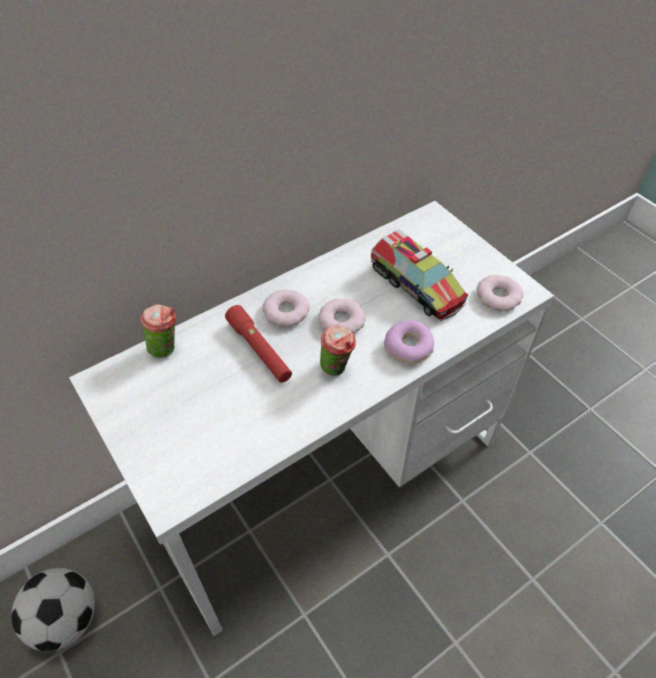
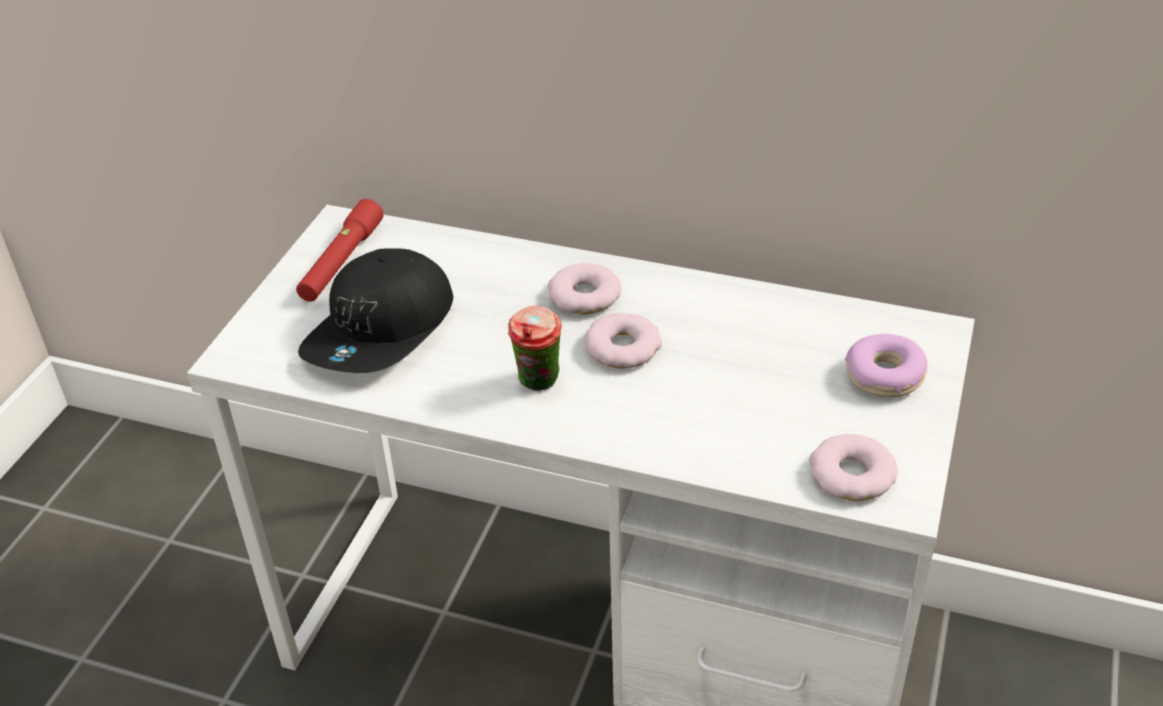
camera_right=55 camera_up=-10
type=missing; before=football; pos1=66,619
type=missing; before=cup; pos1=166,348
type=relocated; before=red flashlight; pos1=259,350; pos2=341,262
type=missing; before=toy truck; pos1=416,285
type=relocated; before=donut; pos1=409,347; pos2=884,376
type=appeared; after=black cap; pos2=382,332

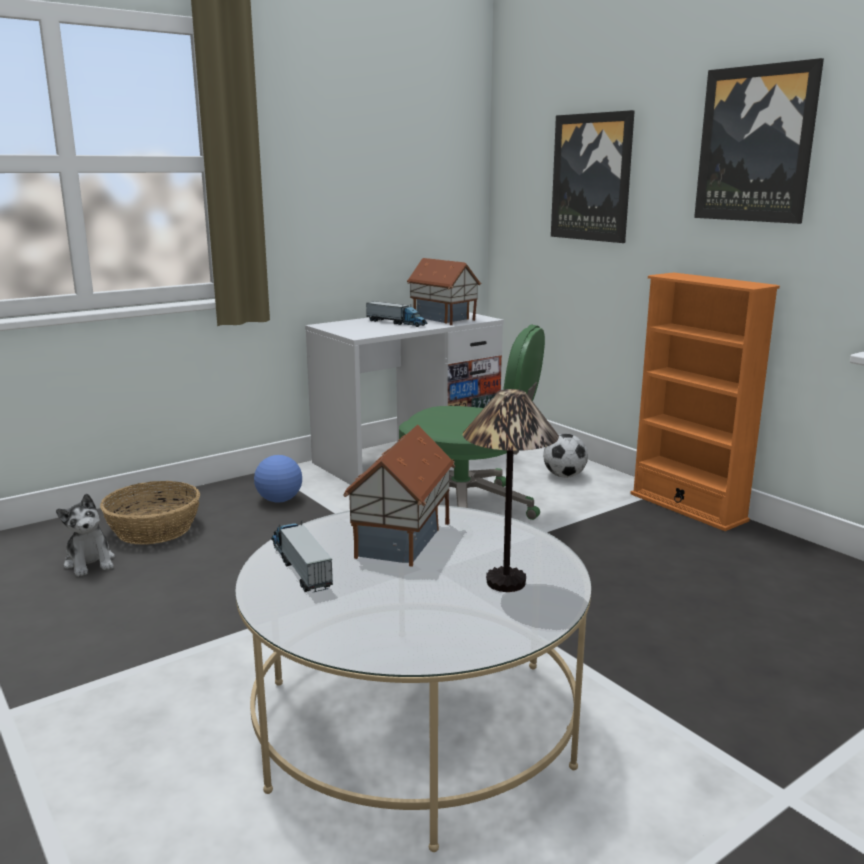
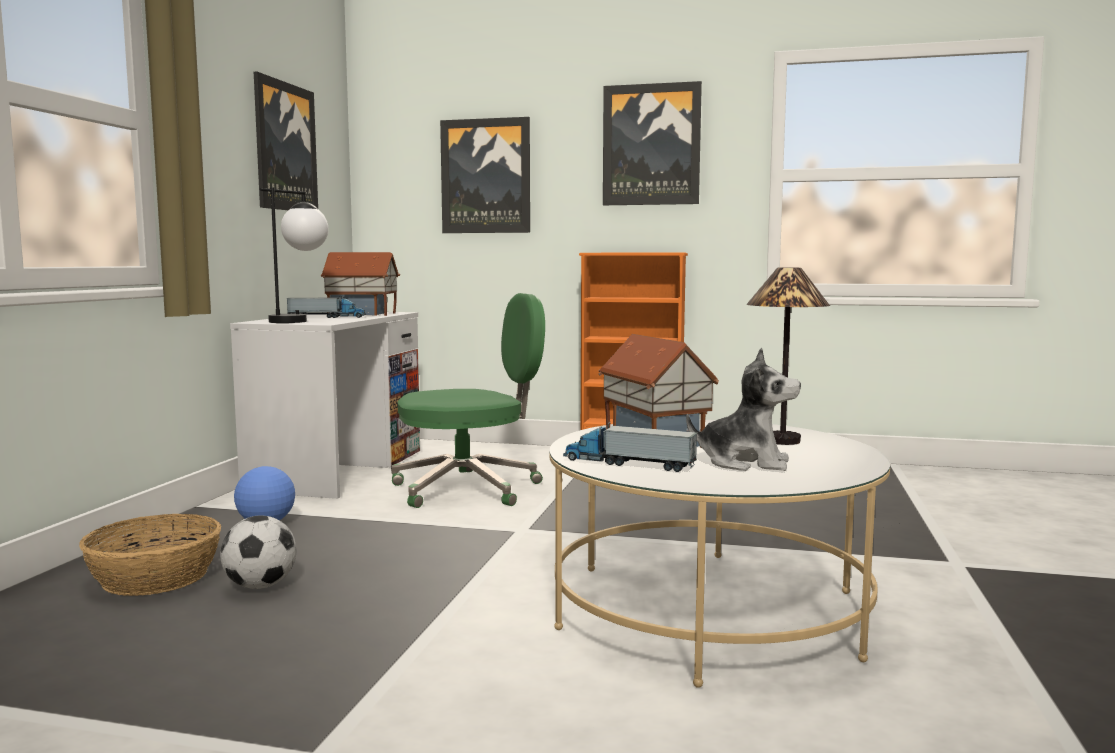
camera_right=-40 camera_up=-10
type=relocated; before=plush toy; pos1=90,562; pos2=745,463
type=relocated; before=football; pos1=564,476; pos2=260,586
type=appeared; after=picture; pos2=284,147
type=appeared; after=table lamp; pos2=300,320

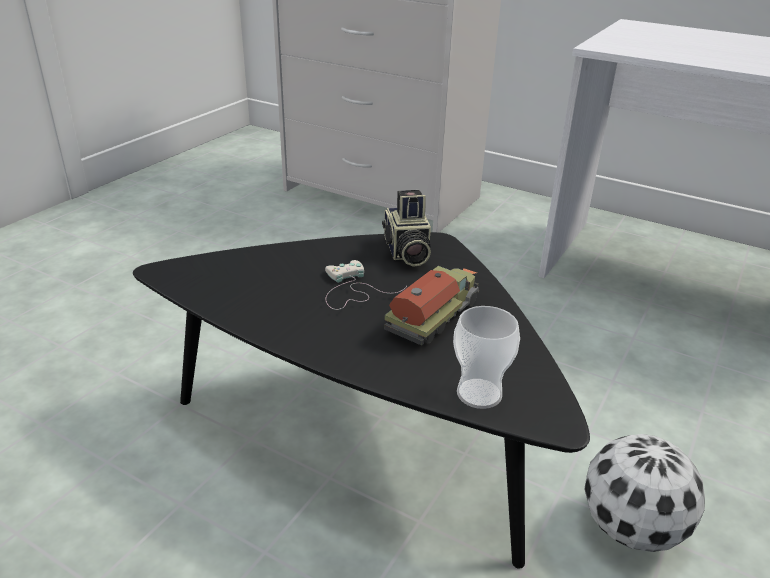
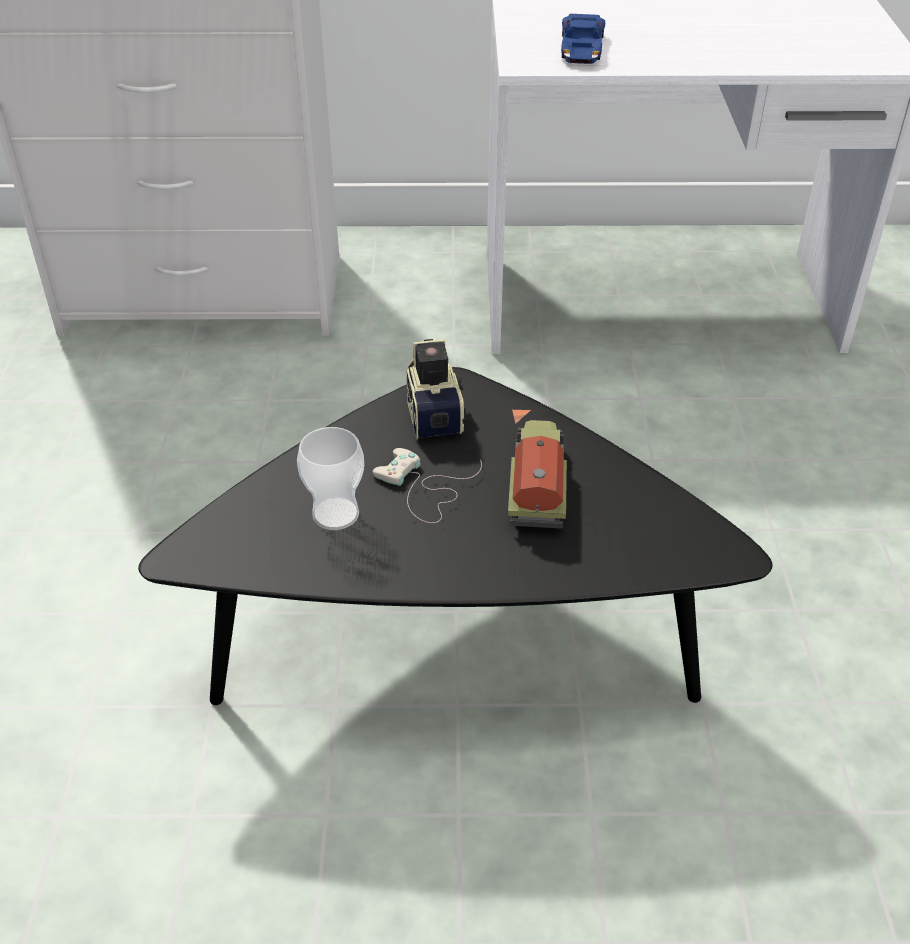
camera_right=-30 camera_up=10
type=spun; before=photo camera; pos1=406,252; pos2=434,412; turn=-150
type=relocated; before=cup; pos1=479,393; pos2=335,514
type=missing; before=football; pos1=632,530
type=appeared; after=blue toy car; pos2=581,48

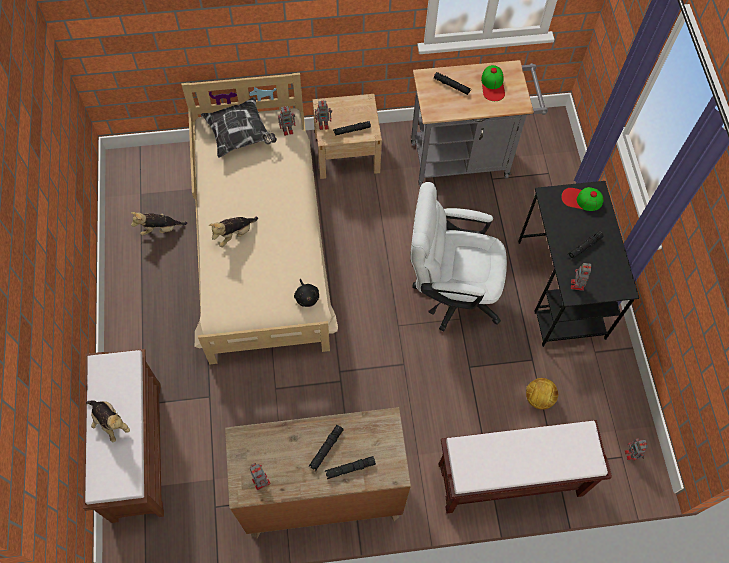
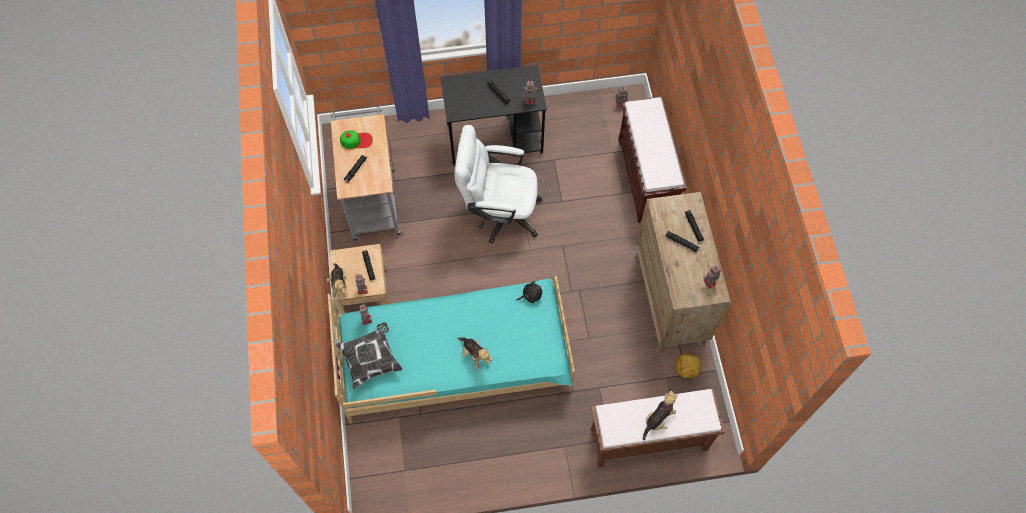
camera_right=-90 camera_up=0
type=relocated; before=plush toy; pos1=160,229; pos2=339,284
type=colour; before=beige bed; after=turquoise bed; pos1=262,242; pos2=456,358
type=spun; before=white office chair; pos1=450,291; pos2=499,213; turn=90
type=relocated; before=football; pos1=538,398; pos2=686,370
type=missing; before=cap; pos1=581,199

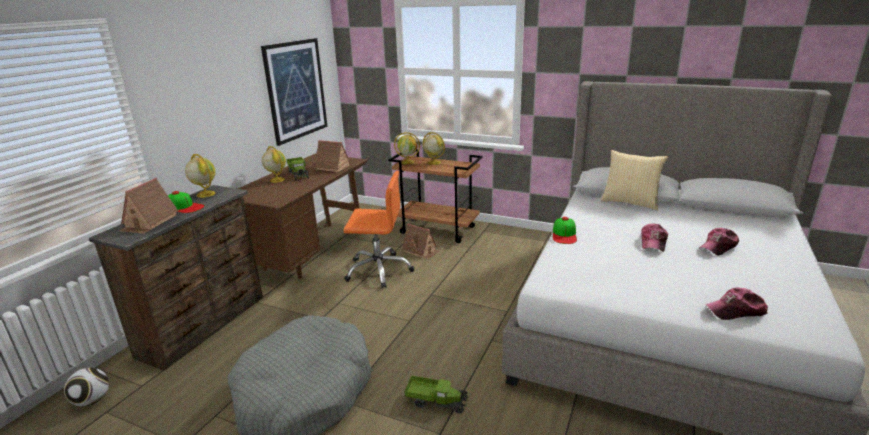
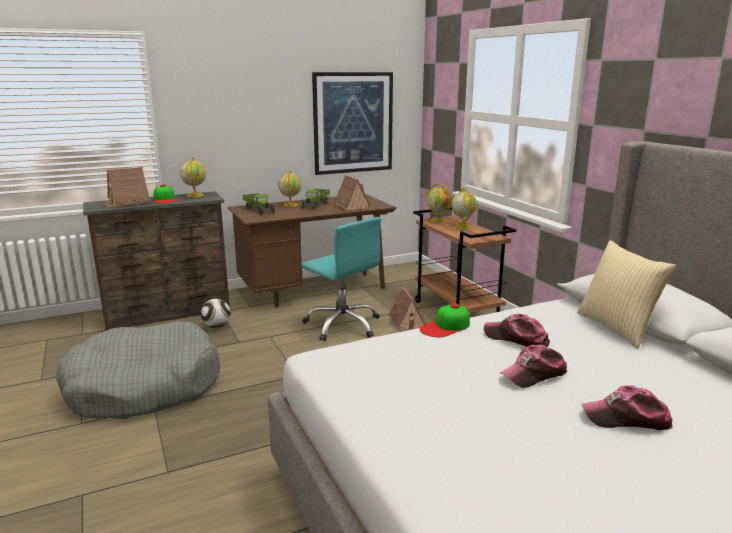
camera_right=40 camera_up=-5
type=relocated; before=football; pos1=92,400; pos2=217,326
type=colour; before=orange office chair; after=turquoise office chair; pos1=379,270; pos2=343,325
type=relocated; before=toy truck; pos1=436,401; pos2=259,210
type=relocated; before=cap; pos1=736,311; pos2=516,339

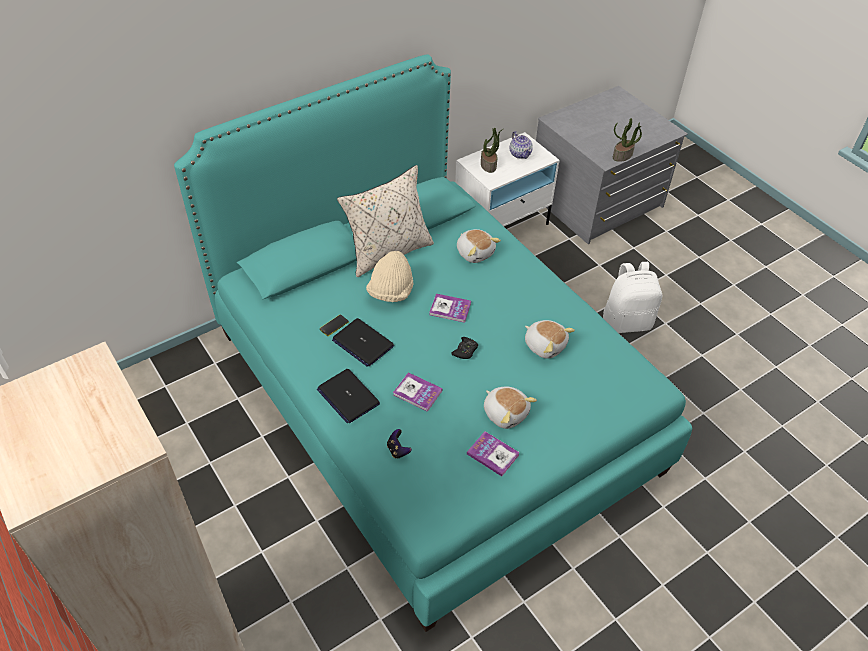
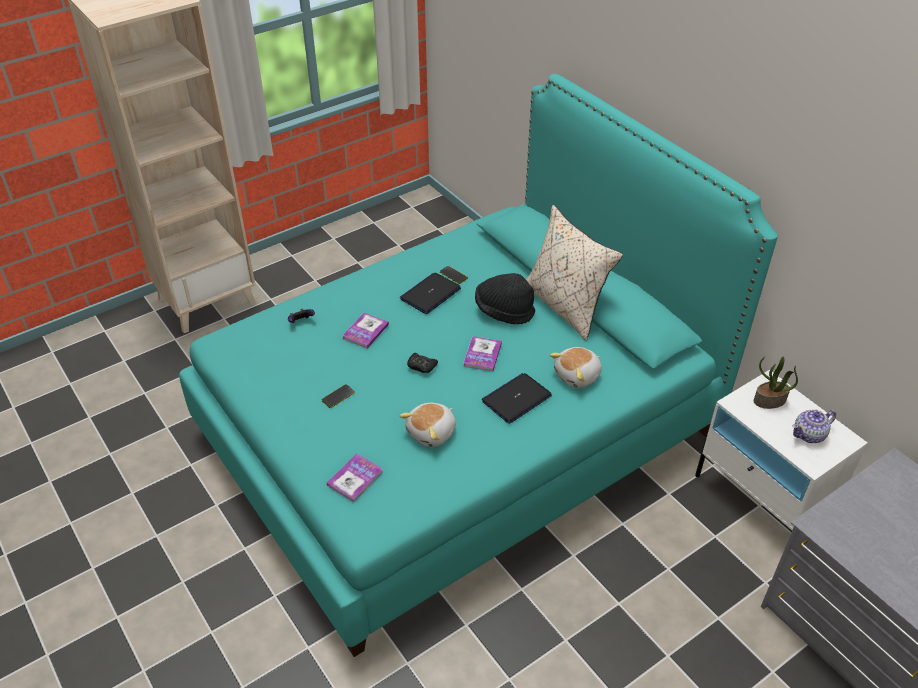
camera_right=90 camera_up=-5
type=relocated; before=laptop; pos1=348,396; pos2=516,399
type=colour; before=beige hat; after=black hat; pos1=391,292; pos2=504,311
type=relocated; before=book; pos1=493,454; pos2=355,478
type=exchanged; before=plush toy; after=phone; pos1=505,413; pos2=338,396
type=missing; before=white backpack; pos1=627,321
type=missing; before=potted plant; pos1=622,156

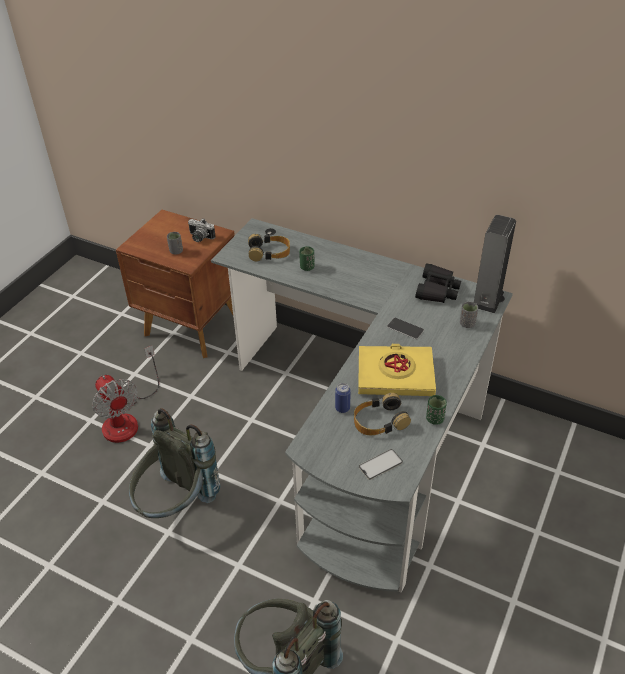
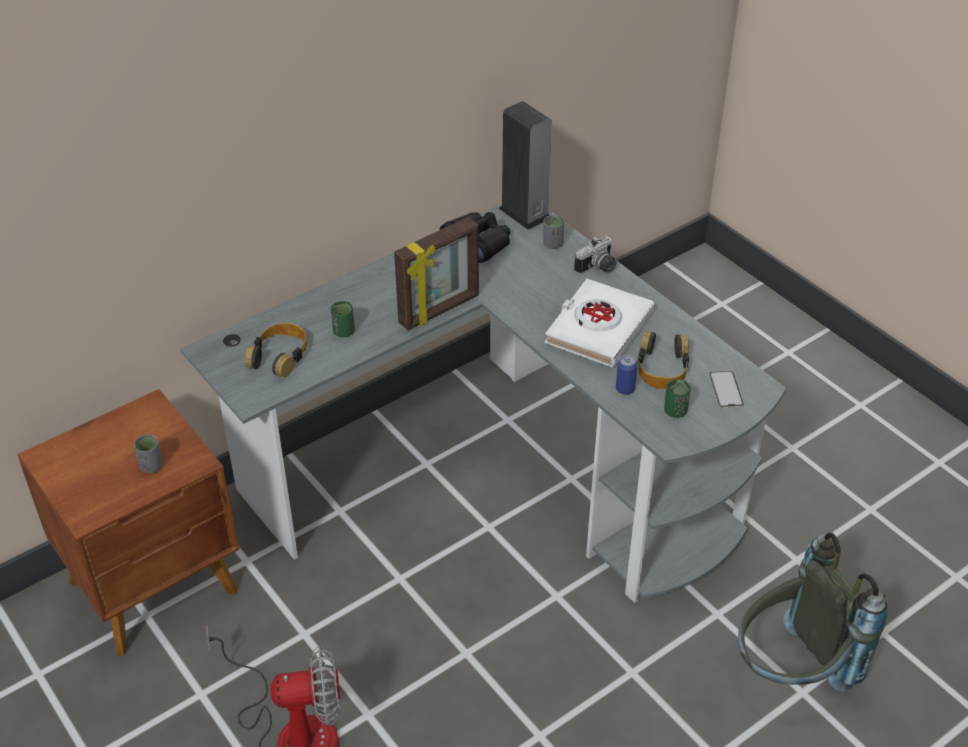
camera_right=-65 camera_up=0
type=missing; before=grey backpack; pos1=176,505
type=relocated; before=photo camera; pos1=199,238; pos2=598,268
type=colour; before=yellow book; after=white book; pos1=395,375; pos2=598,328
type=missing; before=phone; pos1=405,328
type=relocated; before=green cup; pos1=434,419; pos2=675,411
type=appeared; after=picture frame; pos2=440,310

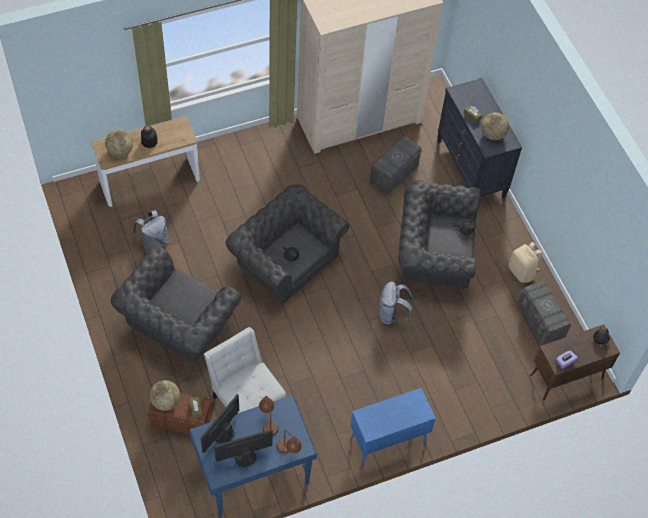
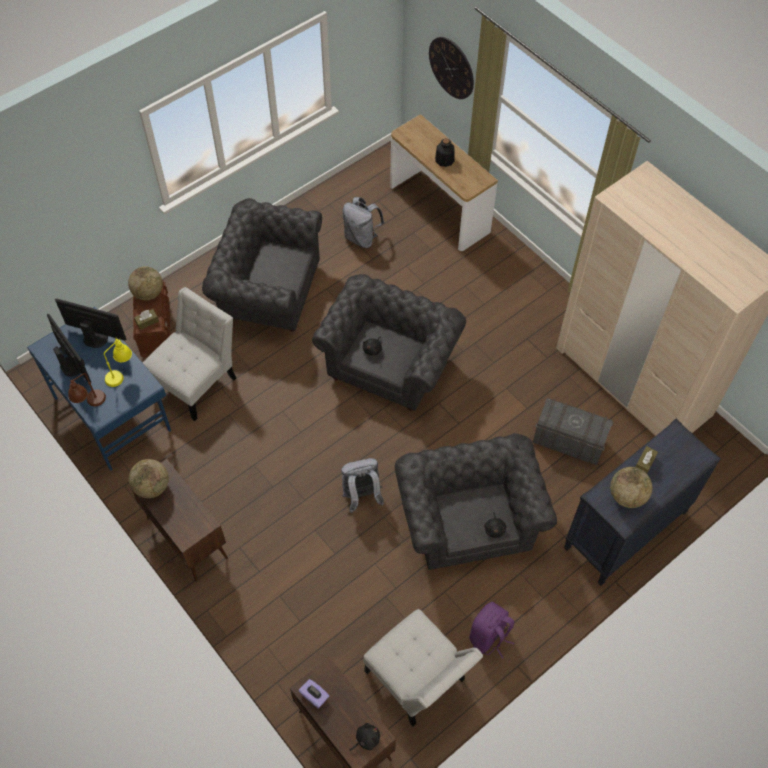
camera_right=75 camera_up=0
type=relocated; before=globe; pos1=120,151; pos2=152,487
type=colour; before=brown table lamp; after=yellow table lamp; pos1=268,422; pos2=121,374
type=colour; before=blue cabinet; after=brown cabinet; pos1=387,441; pos2=186,537
type=colour; before=beige backpack; after=purple backpack; pos1=522,272; pos2=489,637
type=exchanged; before=grey storage box; after=white chair; pos1=540,322; pos2=418,680
type=appeared; after=wall clock; pos2=451,68

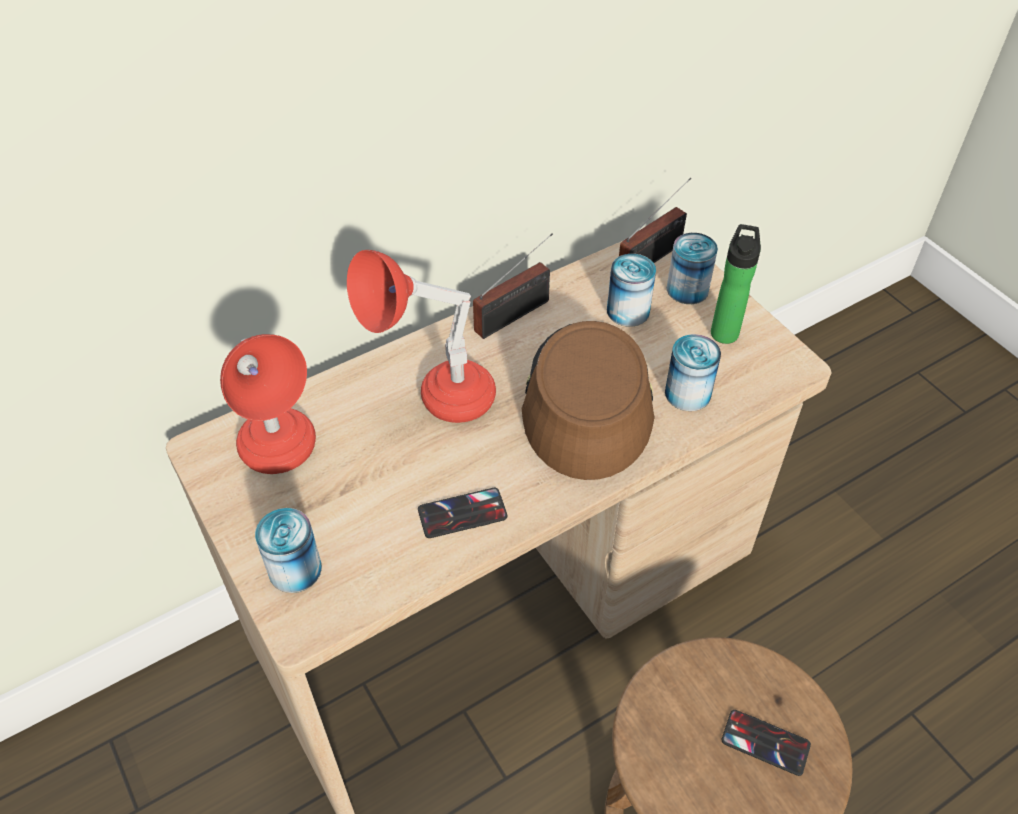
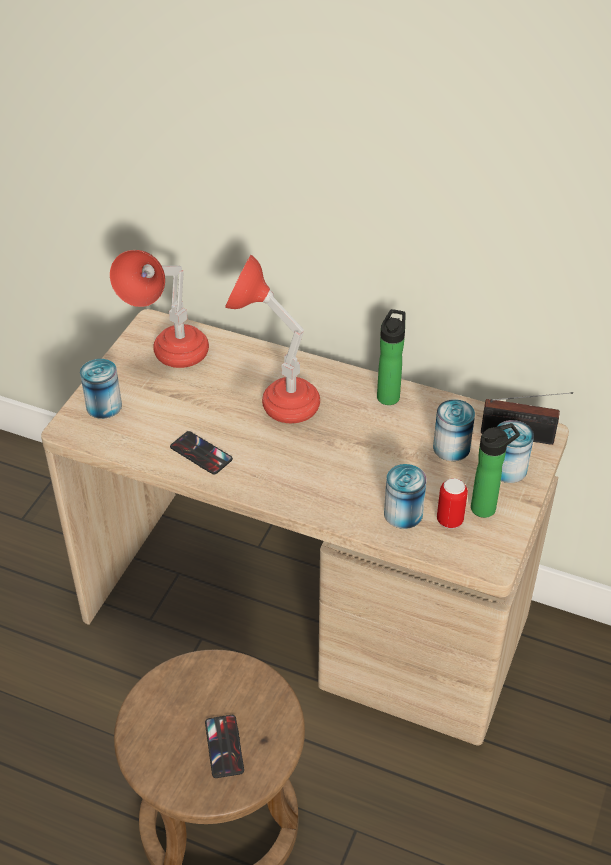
camera_right=55 camera_up=-5
type=exchanged; before=radio; after=bottle; pos1=516,314; pos2=389,395
type=missing; before=brown hat; pos1=587,400
type=appeared; after=can; pos2=449,520

